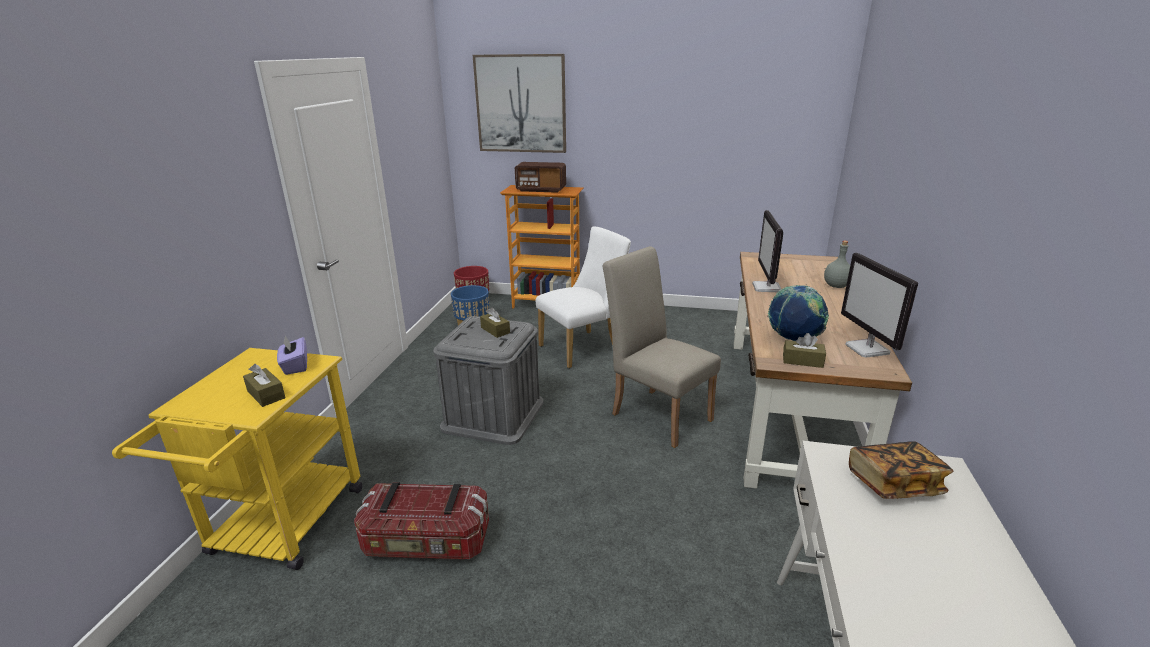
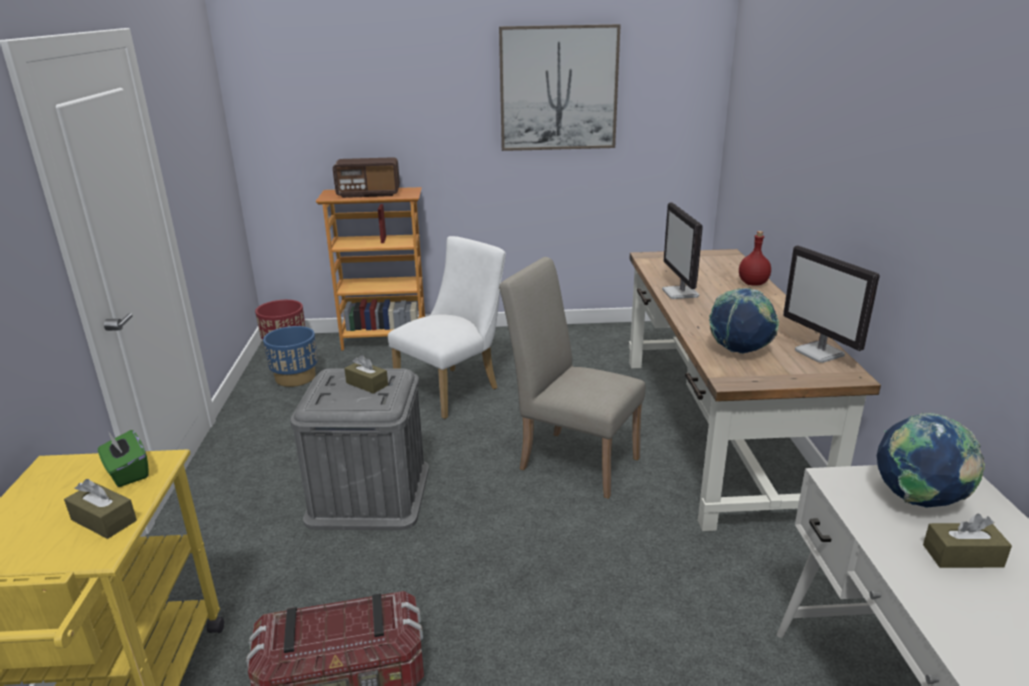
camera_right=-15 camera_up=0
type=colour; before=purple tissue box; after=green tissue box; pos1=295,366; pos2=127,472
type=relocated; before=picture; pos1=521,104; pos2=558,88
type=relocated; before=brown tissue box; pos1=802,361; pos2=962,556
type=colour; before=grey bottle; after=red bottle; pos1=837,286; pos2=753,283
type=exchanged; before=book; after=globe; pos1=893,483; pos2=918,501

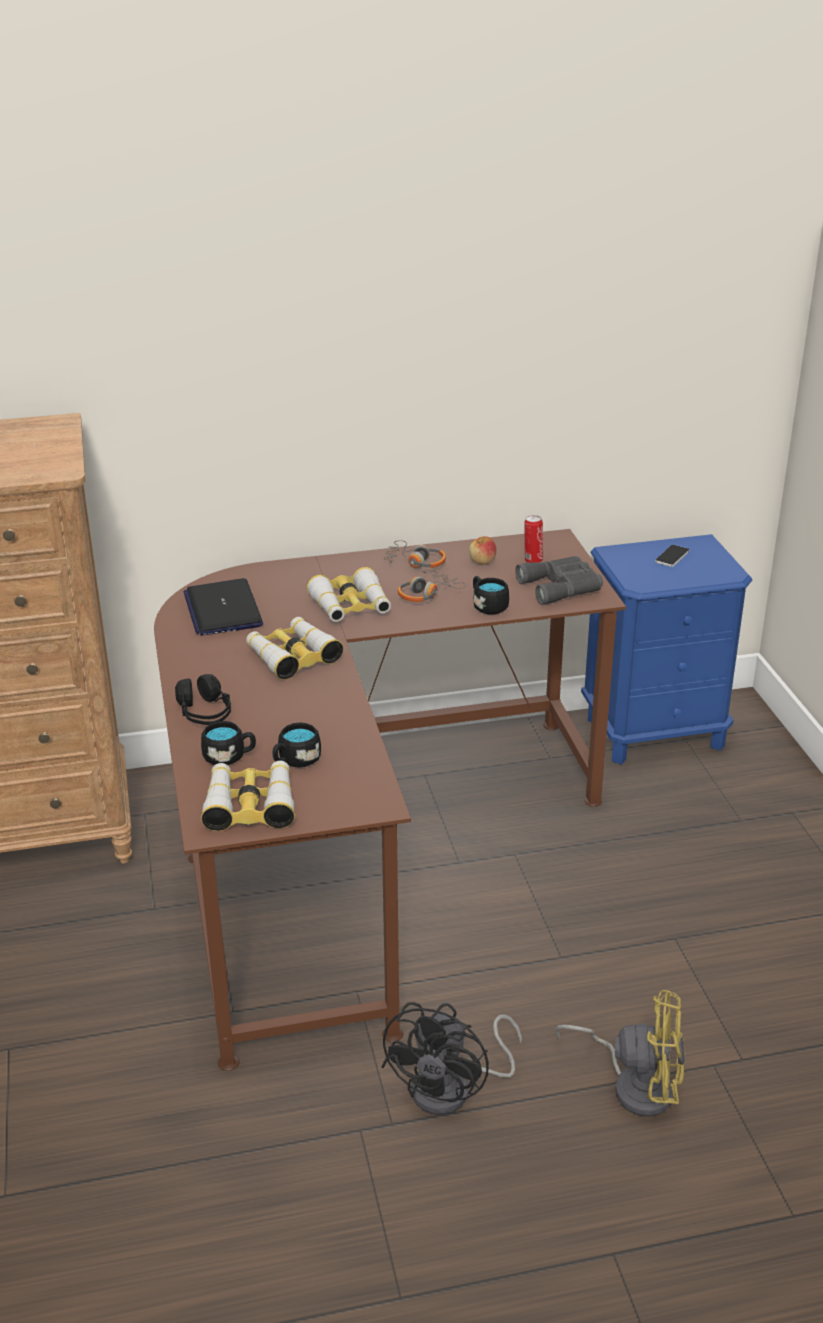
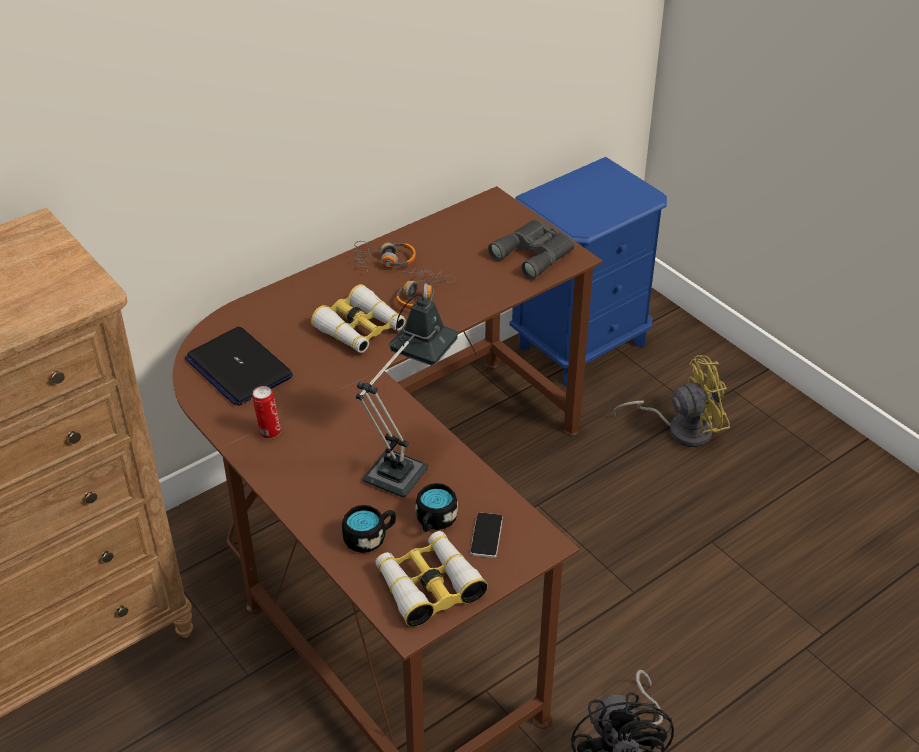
camera_right=-25 camera_up=10
type=missing; before=black headphones; pos1=205,713
type=missing; before=binoculars; pos1=293,656
type=missing; before=apple; pos1=482,561
type=missing; before=black mug; pos1=487,605
type=relocated; before=can; pos1=532,560; pos2=269,432
type=relocated; before=yellow fan; pos1=635,1085; pos2=681,429
type=relocated; before=phone; pos1=672,556; pos2=486,535
type=appeared; after=table lamp; pos2=403,466

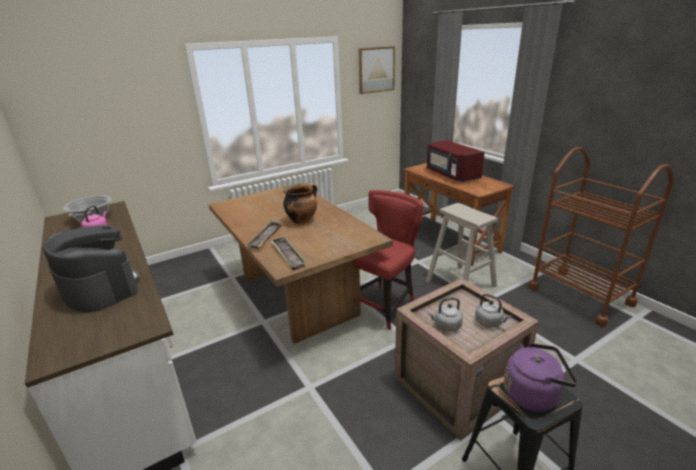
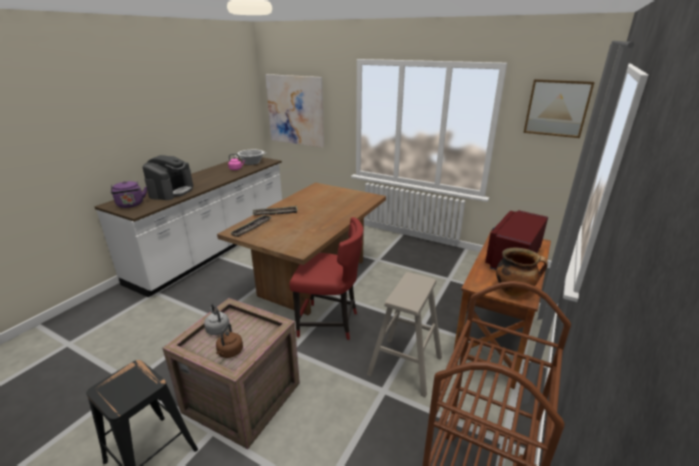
camera_right=60 camera_up=0
type=relocated; before=cooking pot; pos1=302,220; pos2=514,291
type=colour; before=grey kettle; after=brown kettle; pos1=490,322; pos2=229,352
type=relocated; before=purple kettle; pos1=533,394; pos2=130,205
type=appeared; after=picture; pos2=295,110

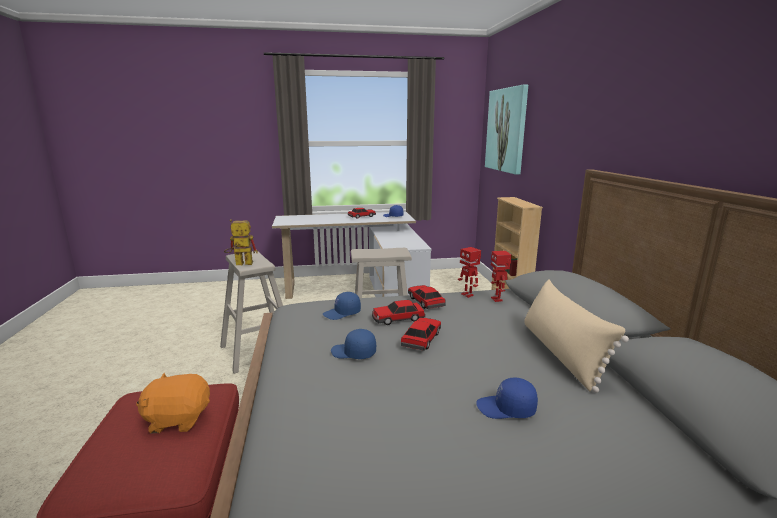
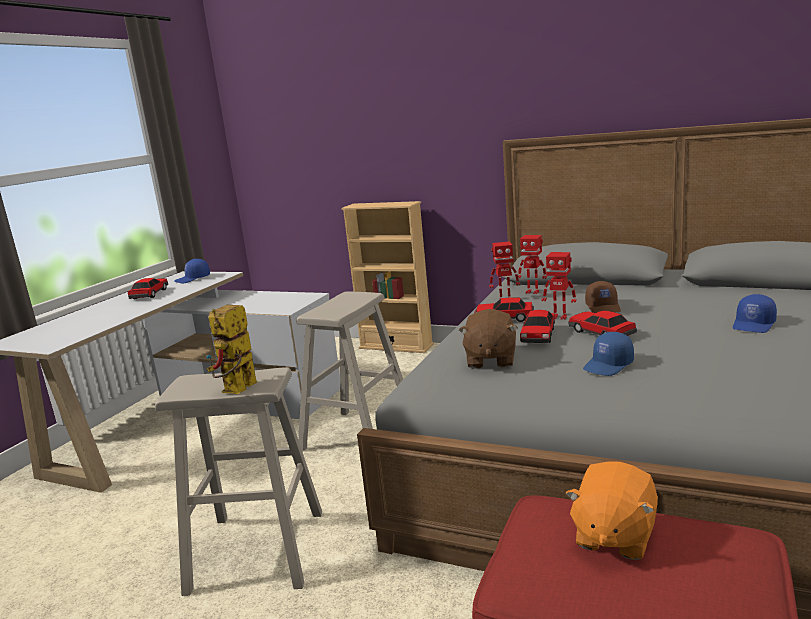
camera_right=-55 camera_up=0
type=exchanged; before=blue cap; after=brown plush toy; pos1=342,313; pos2=490,360
type=missing; before=picture; pos1=507,130
type=missing; before=beige pillow; pos1=561,354
type=appeared; after=toy robot; pos2=559,317
type=appeared; after=brown cap; pos2=604,307

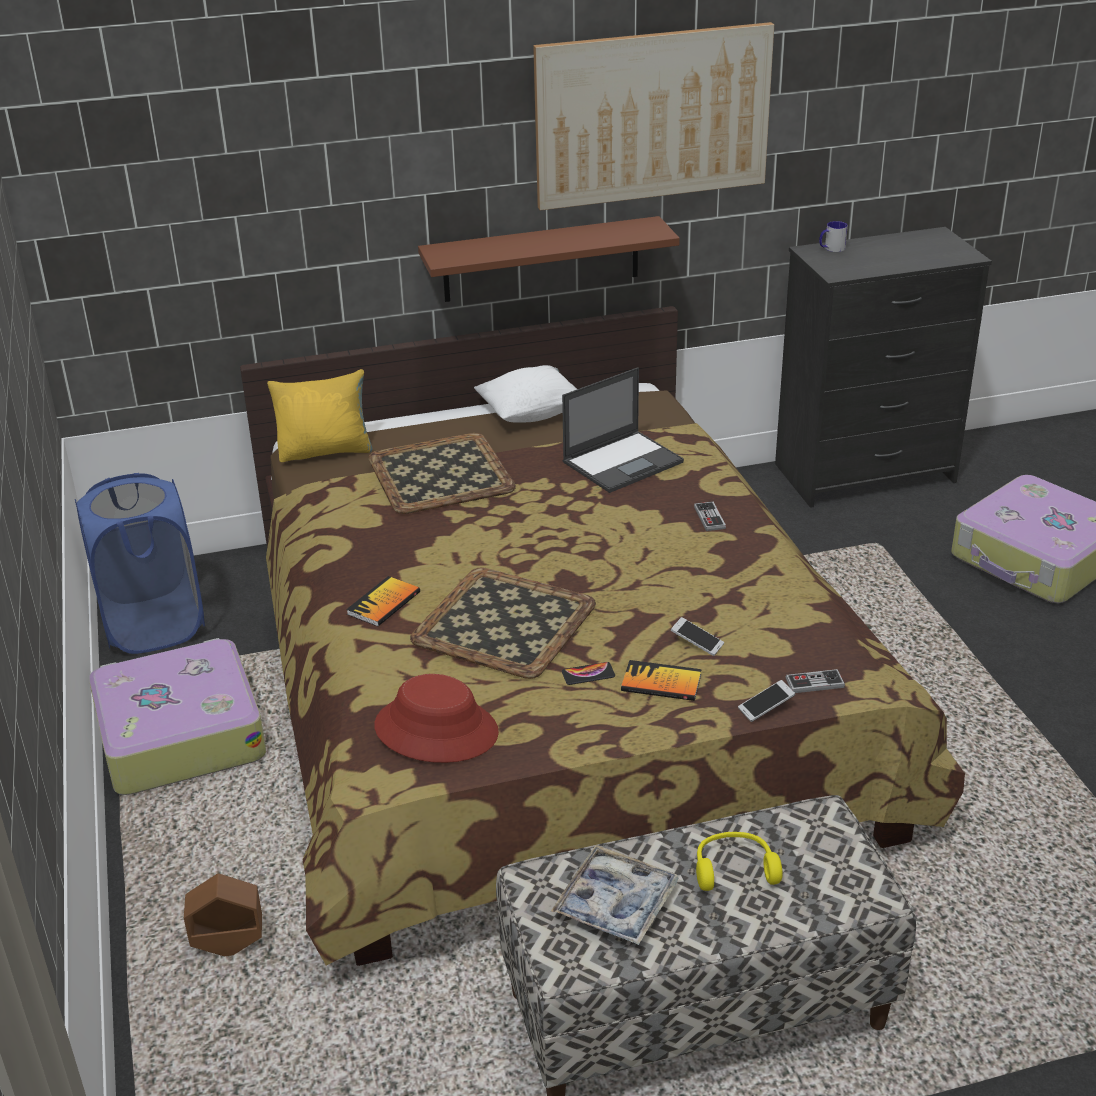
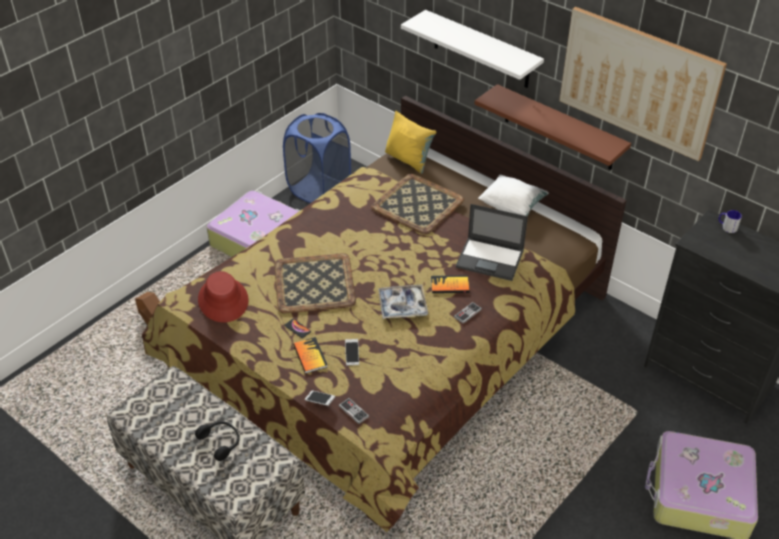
camera_right=55 camera_up=10
type=relocated; before=book; pos1=384,603; pos2=449,285
type=relocated; before=tray; pos1=616,904; pos2=402,306
type=colour; before=yellow headphones; after=black headphones; pos1=734,868; pos2=221,442
type=appeared; after=white shelf; pos2=481,50

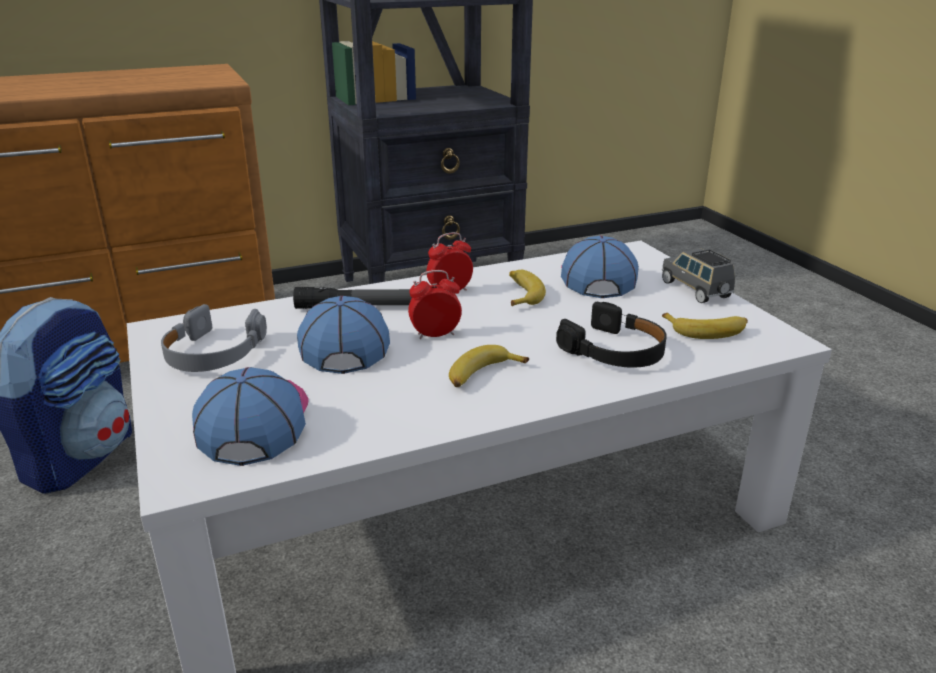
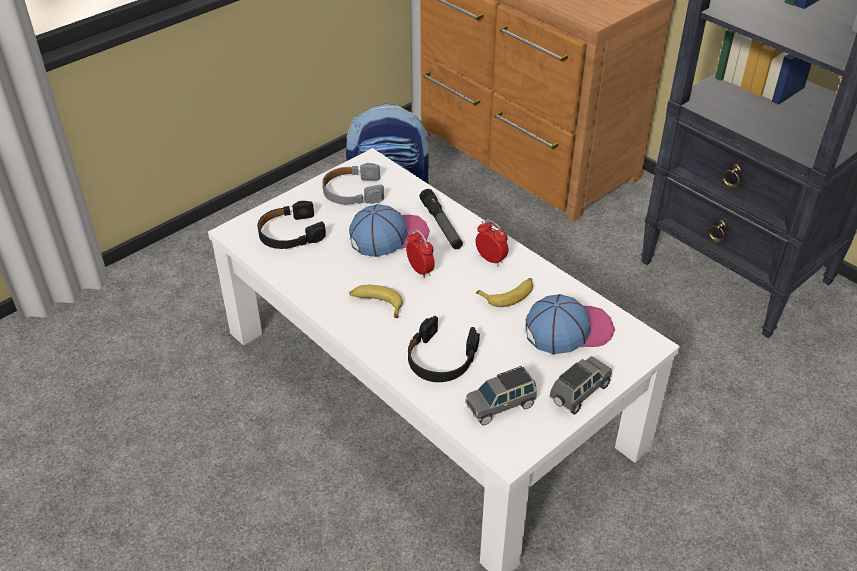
camera_right=70 camera_up=15
type=exchanged; before=cap; after=black headphones; pos1=254,422; pos2=290,234
type=exchanged; before=banana; after=grey toy car; pos1=707,330; pos2=501,406

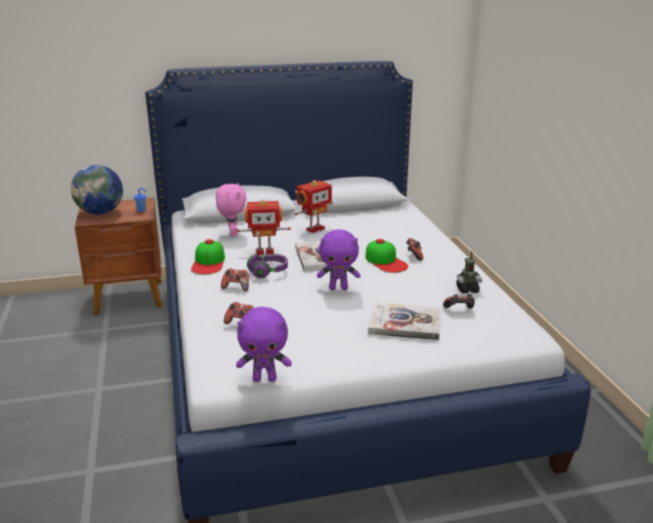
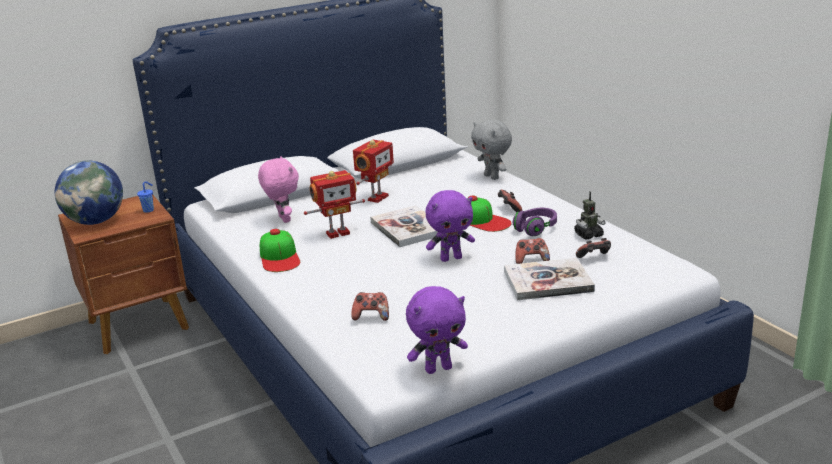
camera_right=-15 camera_up=0
type=relocated; before=game controller; pos1=236,287; pos2=531,260
type=relocated; before=purple headphones; pos1=268,272; pos2=535,229
type=appeared; after=grey plush toy; pos2=492,177

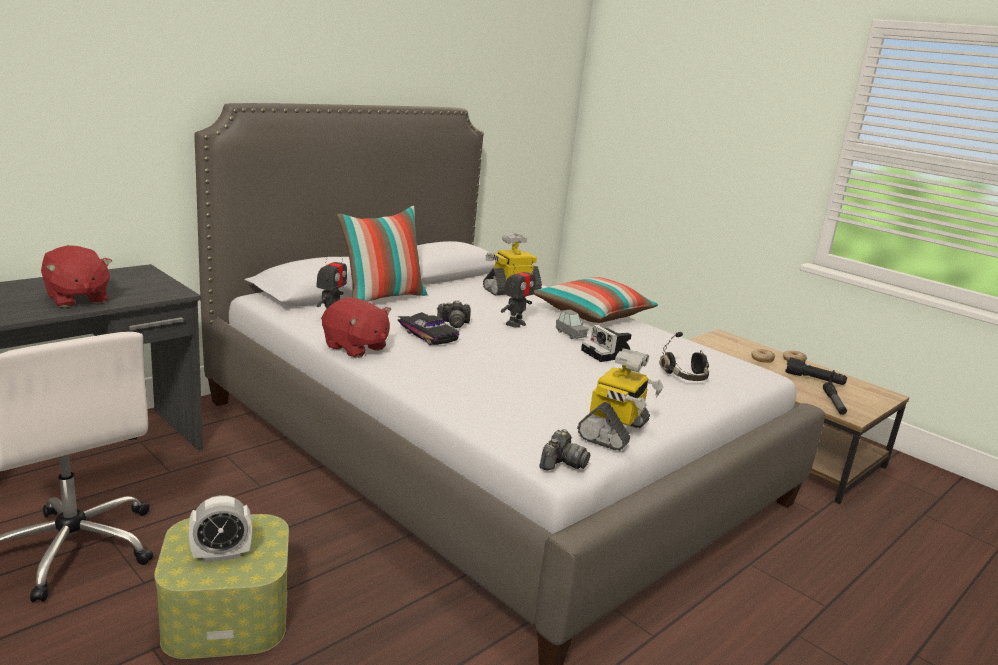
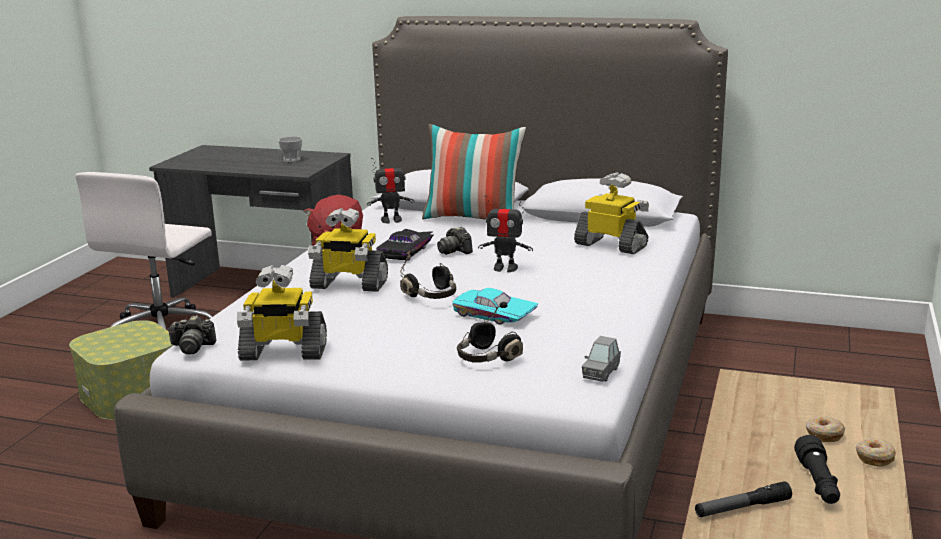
camera_right=65 camera_up=0
type=missing; before=red plush toy; pos1=77,299
type=missing; before=alarm clock; pos1=221,555
type=missing; before=pillow; pos1=592,314
type=relocated; before=grey toy car; pos1=570,334; pos2=601,373
type=exchanged; before=photo camera; after=turquoise toy car; pos1=608,354; pos2=493,316
type=appeared; after=cup; pos2=292,160
type=appeared; after=toy robot; pos2=348,284
type=appeared; after=black headphones; pos2=432,296

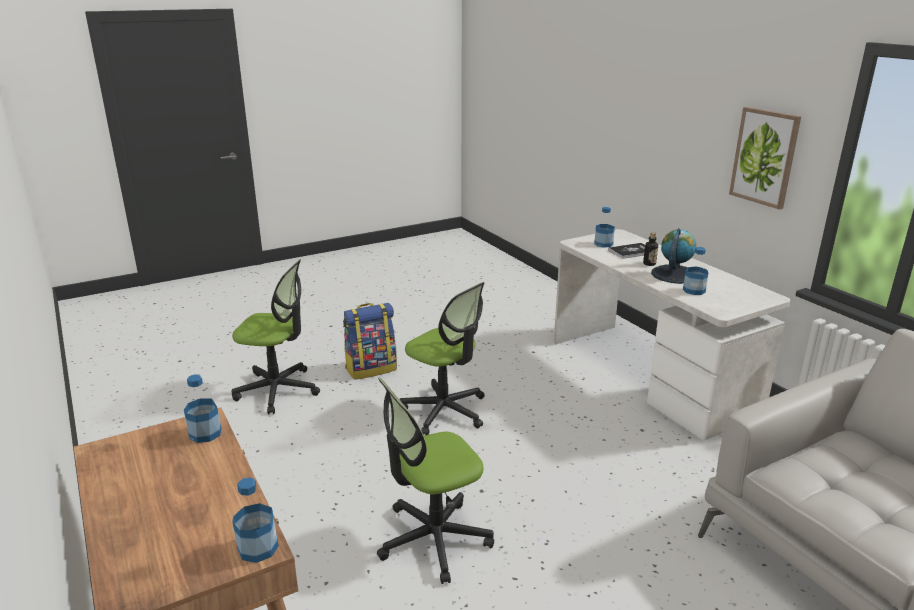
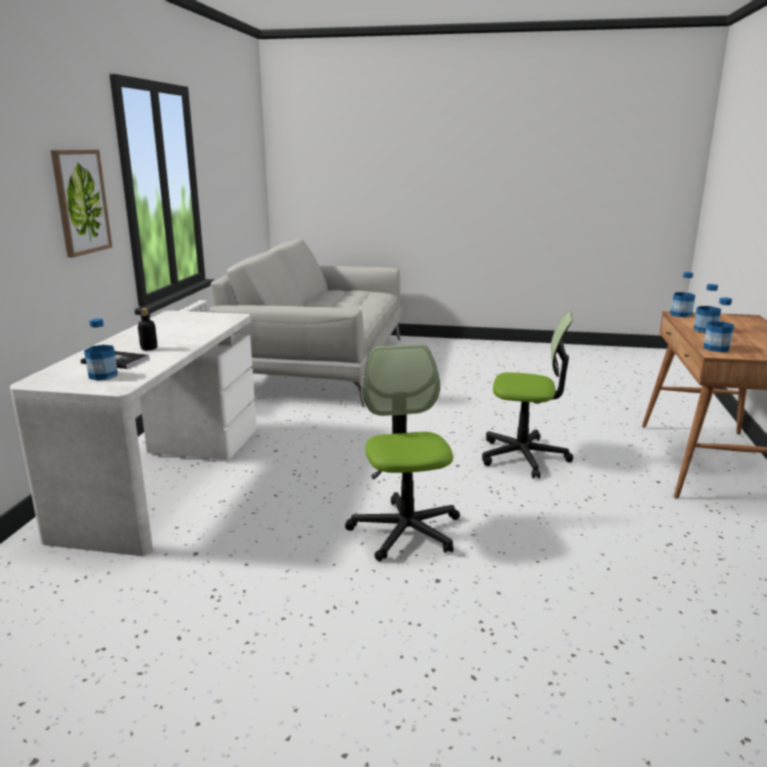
camera_right=-140 camera_up=-5
type=missing; before=office chair; pos1=278,390
type=missing; before=backpack; pos1=371,368
type=missing; before=globe; pos1=674,274
type=relocated; before=bottle; pos1=694,290; pos2=705,330

